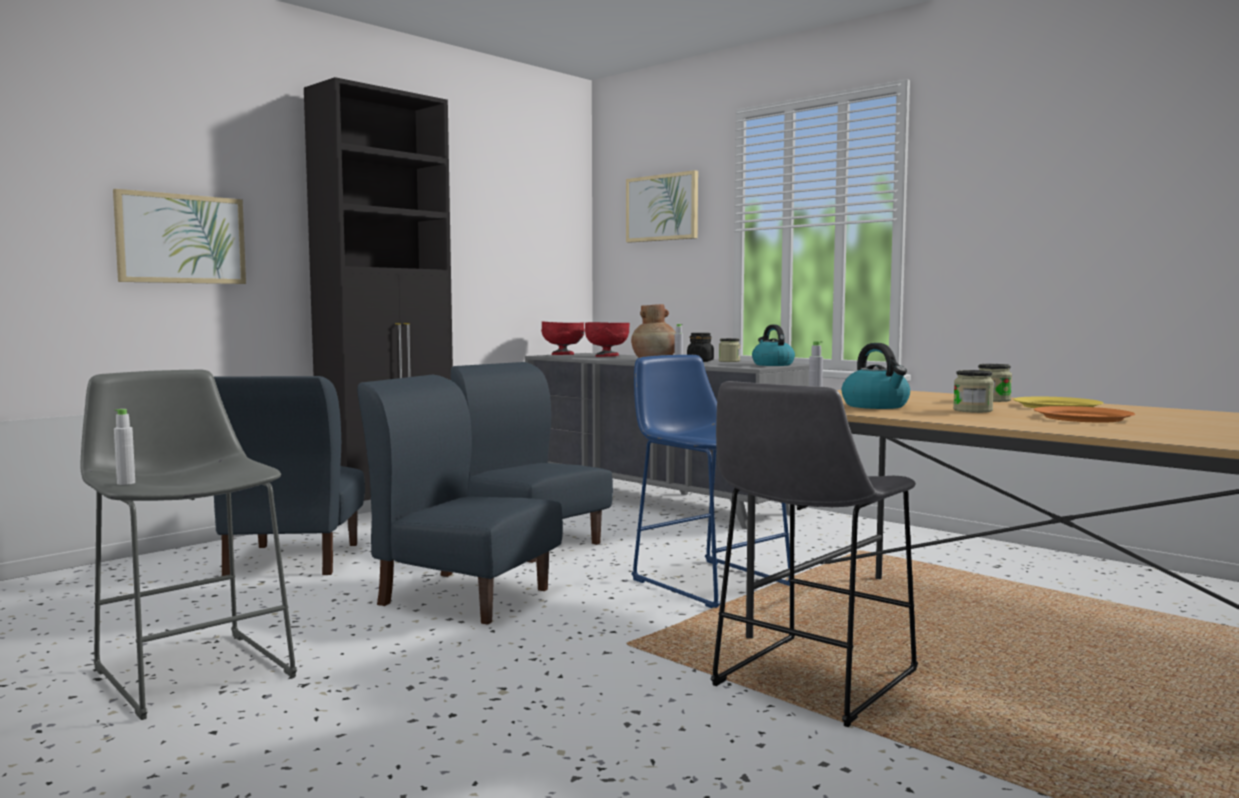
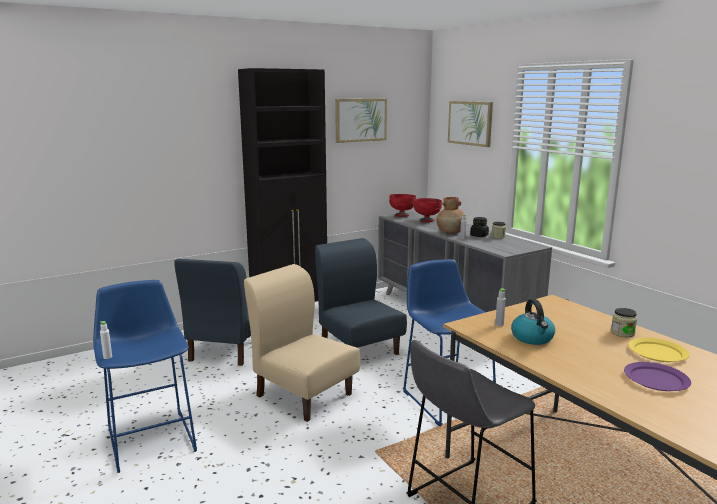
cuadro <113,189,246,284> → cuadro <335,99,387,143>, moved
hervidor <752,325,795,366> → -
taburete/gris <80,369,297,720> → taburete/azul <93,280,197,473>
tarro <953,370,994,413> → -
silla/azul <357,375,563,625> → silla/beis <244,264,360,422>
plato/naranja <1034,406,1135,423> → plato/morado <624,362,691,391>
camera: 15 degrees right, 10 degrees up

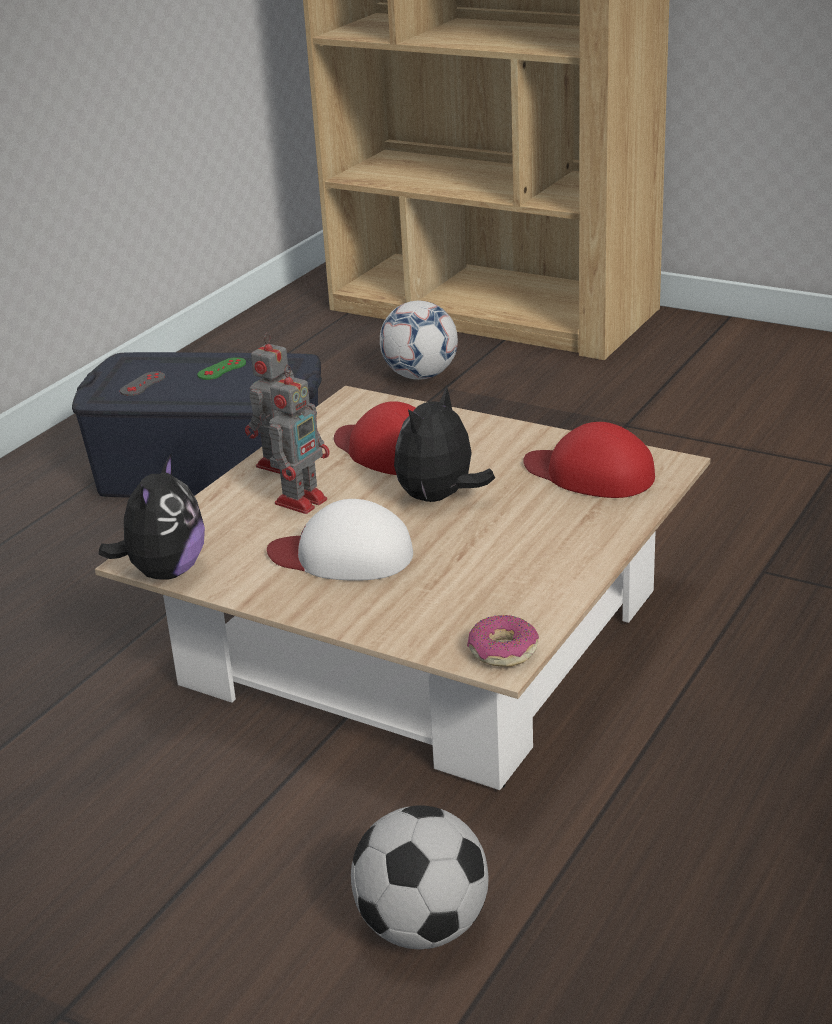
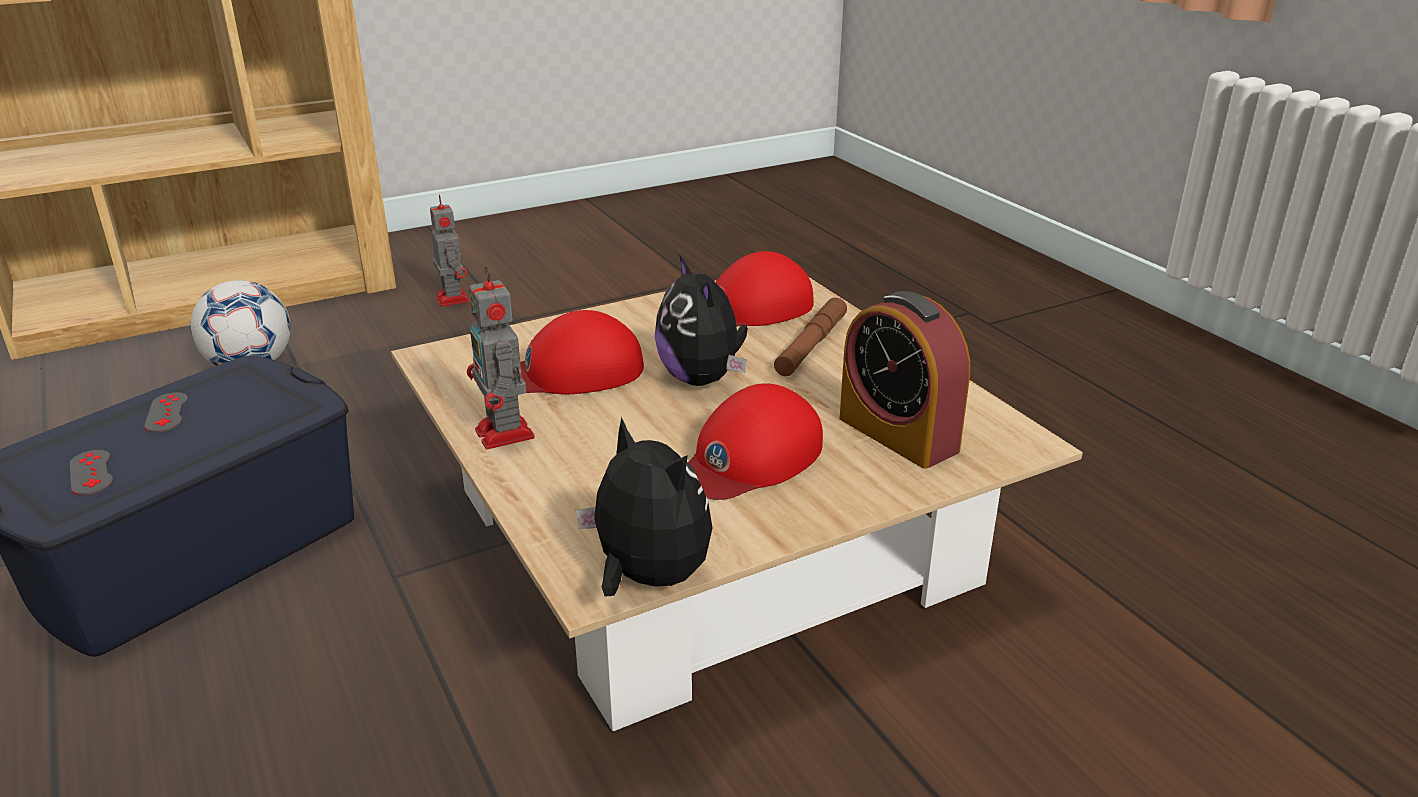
mando de consola/verde <197,357,246,380> → mando de consola/gris <144,392,188,433>
robot de juguete <269,365,330,514> → robot de juguete <430,195,470,307>, moved
gorra/blanco <267,499,413,581> → gorra/rojo <688,383,823,500>
rosquilla <467,615,539,667> → -
balón de fútbol <351,805,488,949> → -
- → despertador <839,291,970,469>
- → linterna/marrón <774,298,847,376>
camera: 60 degrees left, 0 degrees up

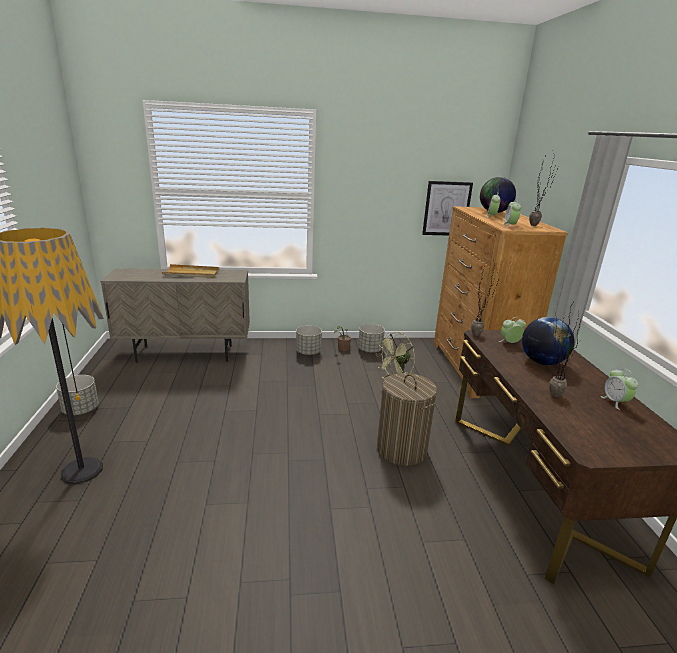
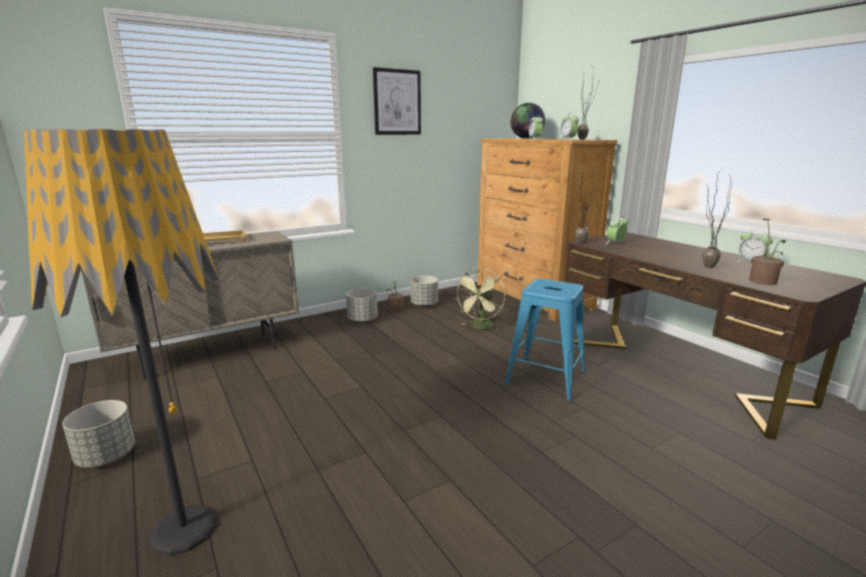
cuadro <422,181,473,236> → cuadro <373,67,421,135>, moved
globo terráqueo <522,317,575,365> → -
cesto de la ropa <377,373,437,466> → taburete/azul <505,279,585,401>
- → planta en maceta <749,218,786,285>
camera: 25 degrees left, 5 degrees down

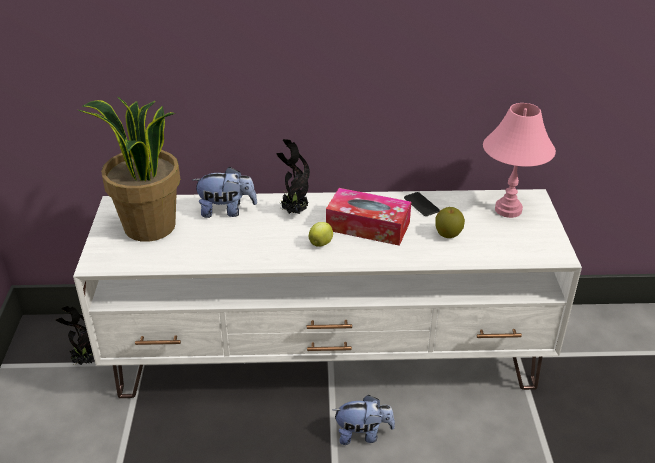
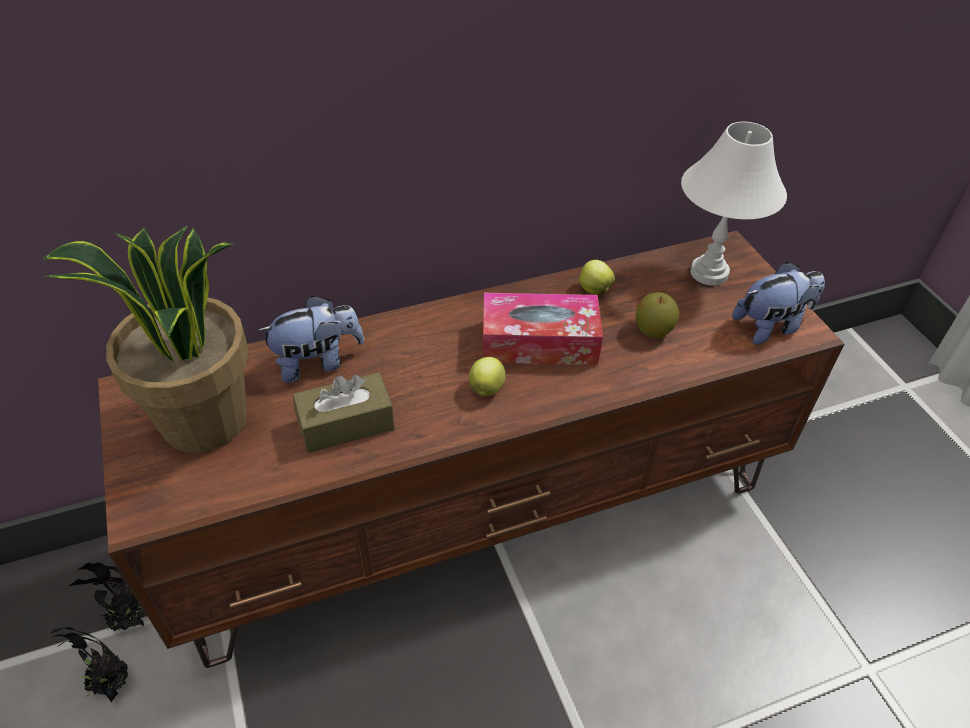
lámpara de mesa/rosa <483,103,556,218> → lámpara de mesa/blanco <681,122,787,286>
planta en maceta <276,139,310,214> → planta en maceta <50,627,129,702>, moved
mueble de televisión/blanco <73,189,582,398> → mueble de televisión/marrón <98,231,844,668>
móvil <404,192,440,216> → manzana <579,260,615,294>
peluche <333,395,395,445> → peluche <732,262,825,345>, moved
- → caja de pañuelos/marrón <293,372,395,453>
camera: 20 degrees left, 10 degrees up

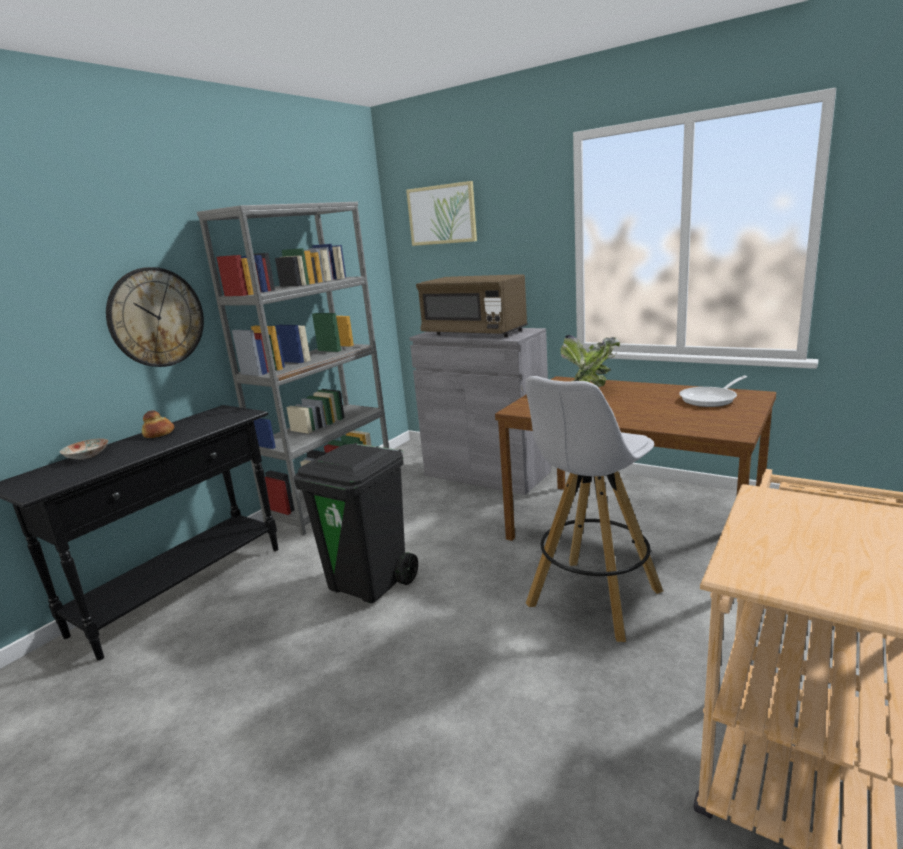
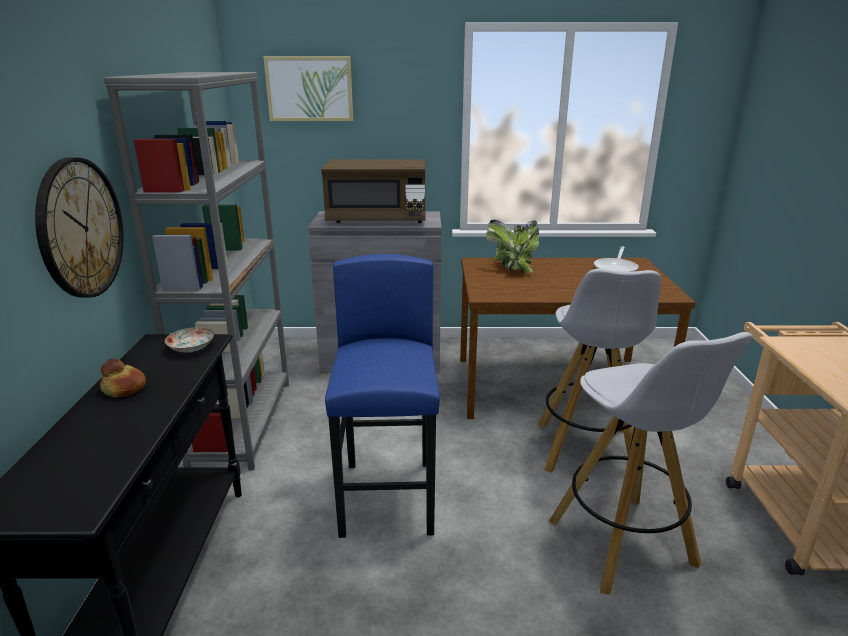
plato <60,438,108,460> → plato <165,327,214,352>, moved
papelera/negro <294,443,418,603> → taburete/azul <325,254,440,538>
- → taburete/blanco <549,332,753,595>
camera: 35 degrees left, 5 degrees up

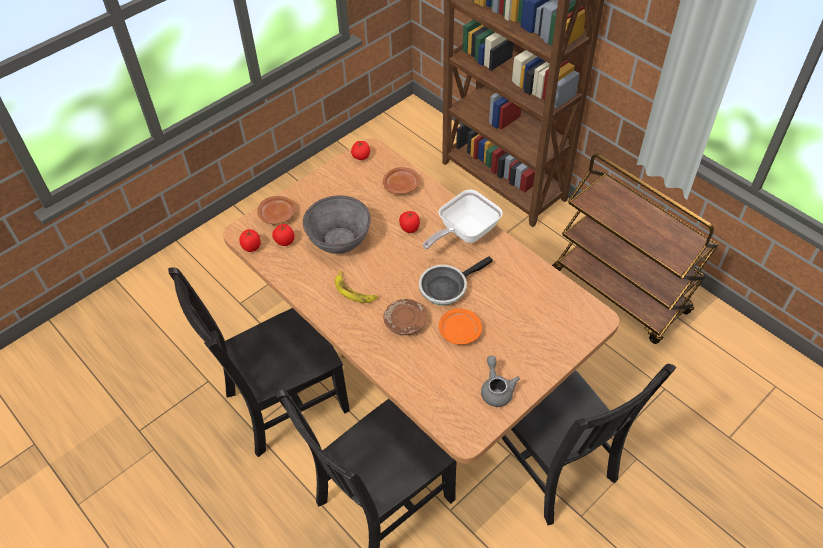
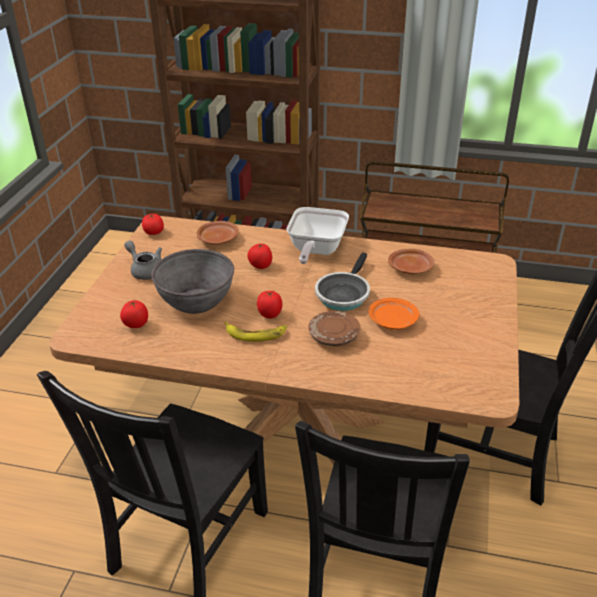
plato/marrón <257,196,296,224> → plato/marrón <388,249,434,274>, moved
tomate <239,229,261,252> → tomate <257,291,282,319>, moved
tetera/gris <481,356,520,407> → tetera/gris <124,241,162,280>, moved
camera: 35 degrees left, 15 degrees down

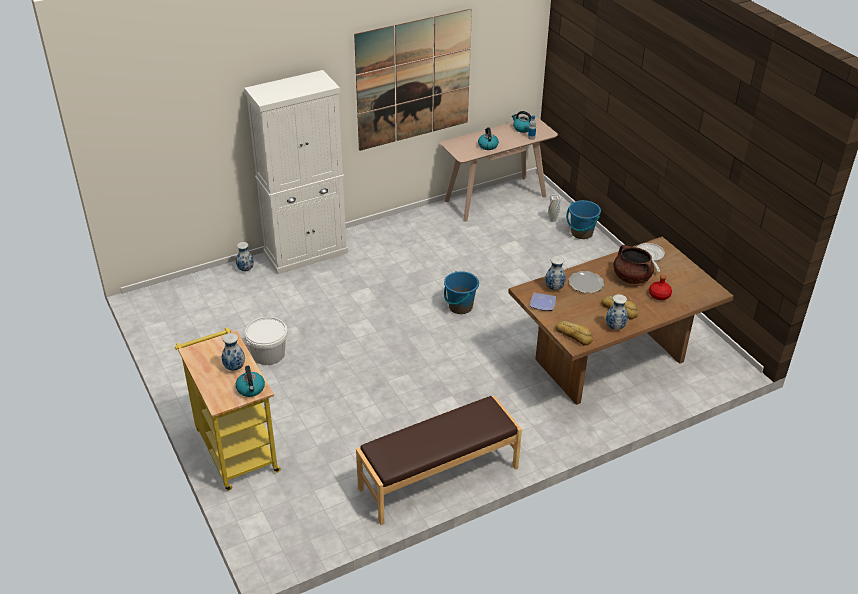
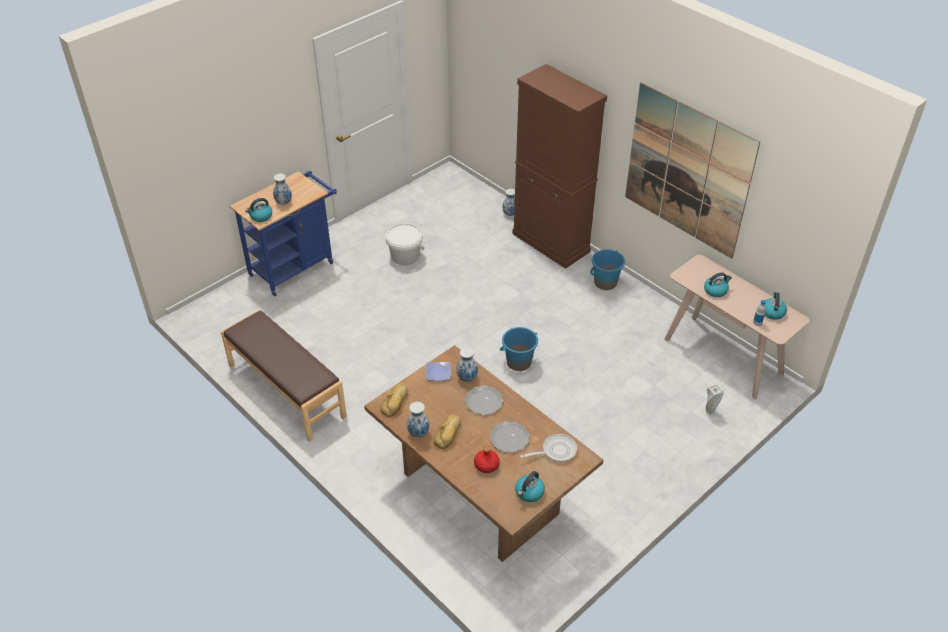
armario/blanco <244,70,348,274> → armario/marrón <512,64,607,269>
cubo/azul <566,200,601,239> → cubo/azul <590,249,625,290>, moved
olla/marrón <613,245,654,284> → plato <490,421,530,453>
carrito/amarillo <175,328,281,491> → carrito/azul <230,171,337,296>
- → hervidor <515,471,545,502>
camera: 75 degrees right, 5 degrees up

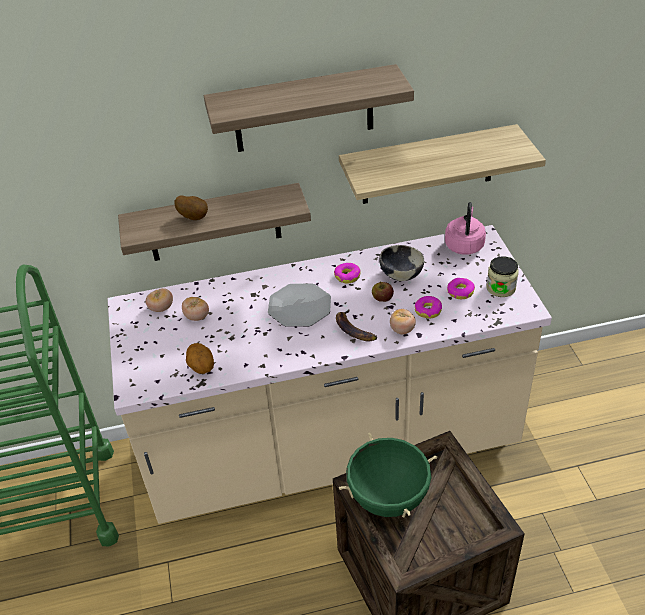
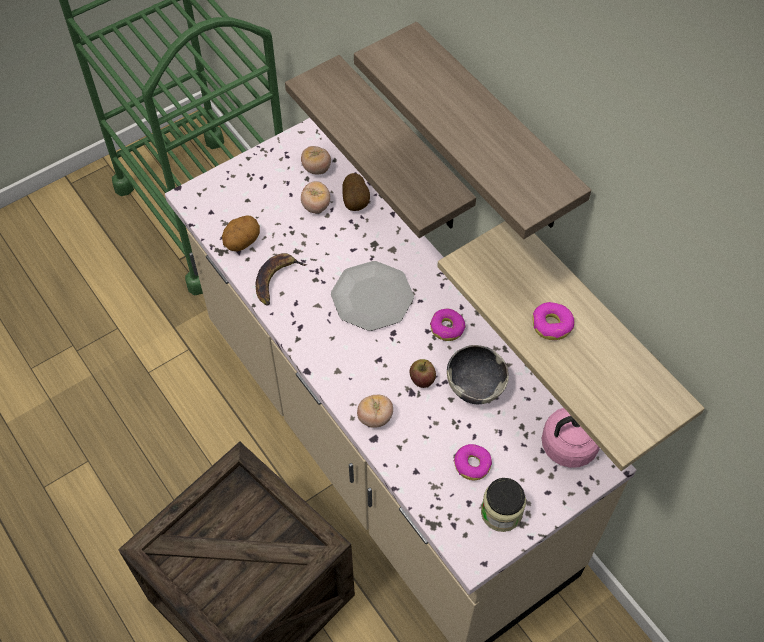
patata <174,195,208,220> → patata <342,173,370,211>, moved
rosquilla <415,296,442,318> → rosquilla <533,302,574,340>, moved
plátano <336,310,377,341> → plátano <256,253,308,306>, moved
olla/verde <339,433,437,518> → -
camera: 65 degrees right, 15 degrees up

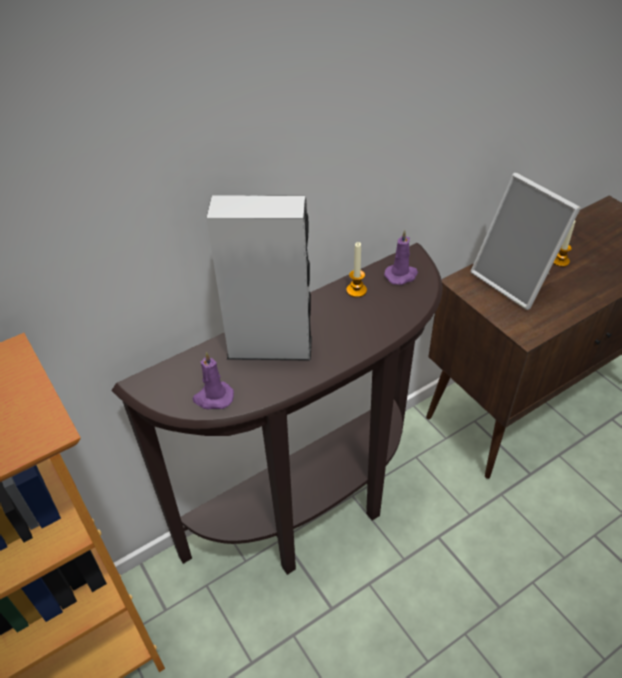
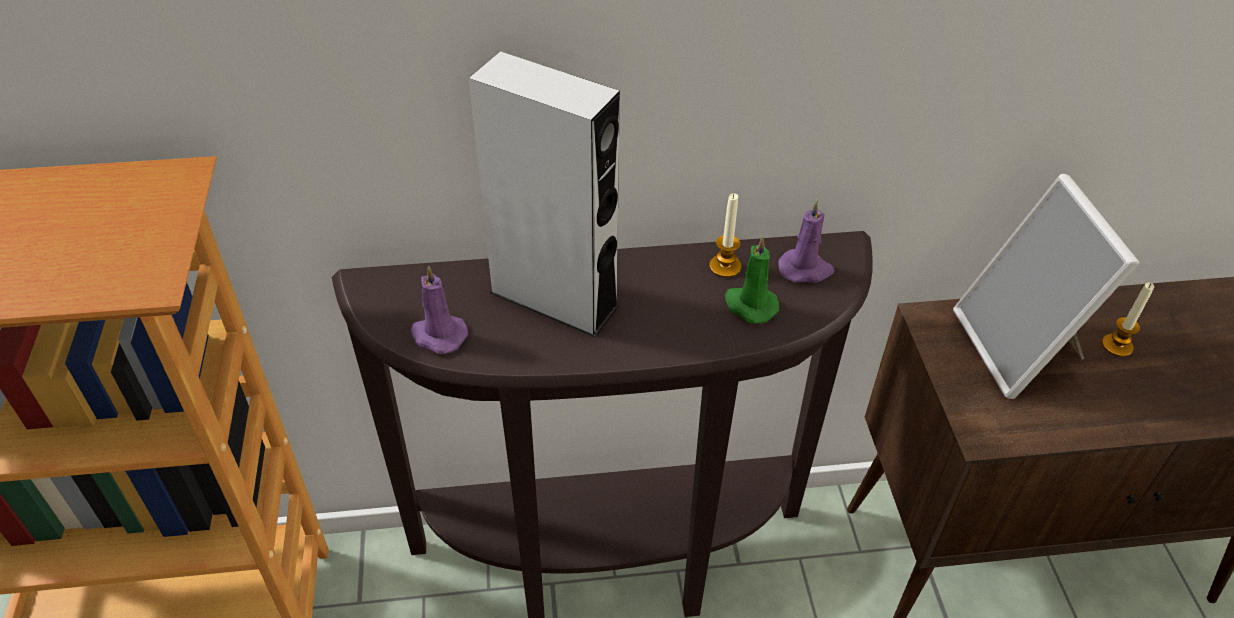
- → vela/verde <725,236,779,324>
camera: 25 degrees right, 0 degrees up

